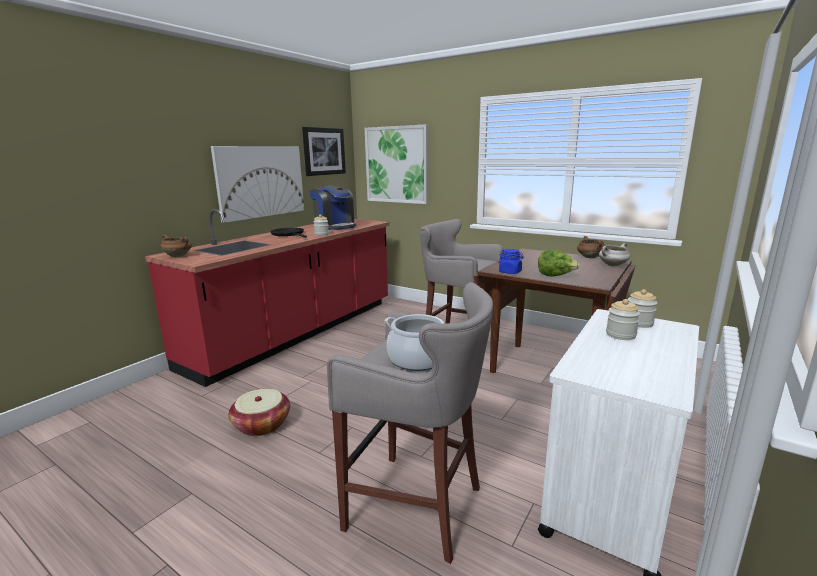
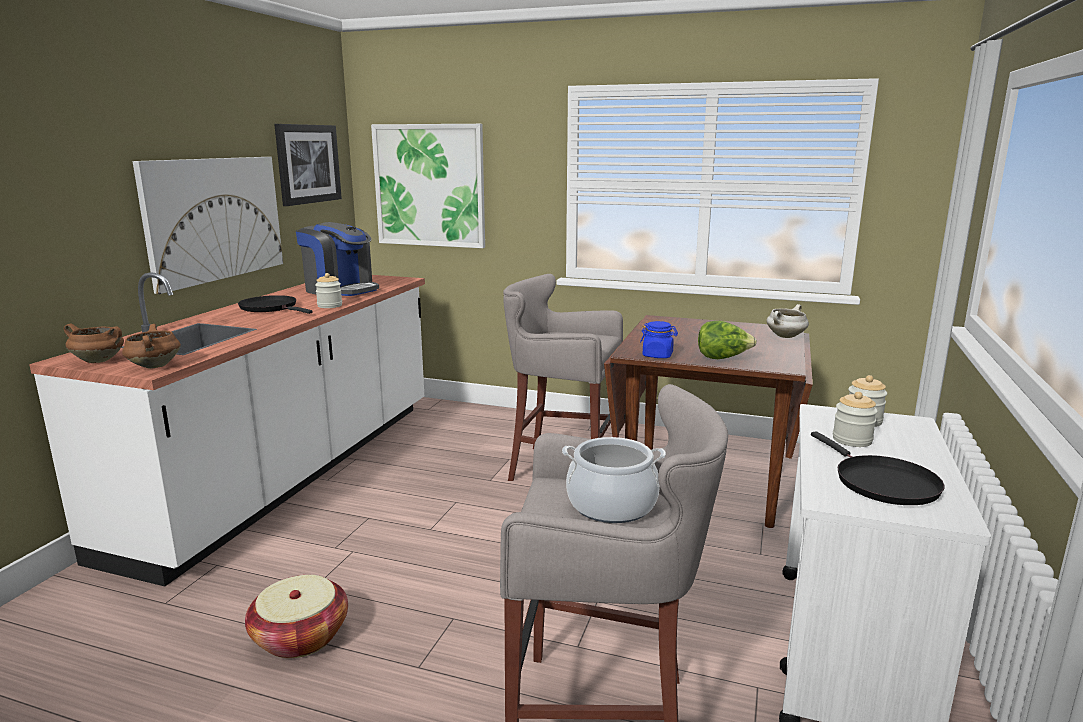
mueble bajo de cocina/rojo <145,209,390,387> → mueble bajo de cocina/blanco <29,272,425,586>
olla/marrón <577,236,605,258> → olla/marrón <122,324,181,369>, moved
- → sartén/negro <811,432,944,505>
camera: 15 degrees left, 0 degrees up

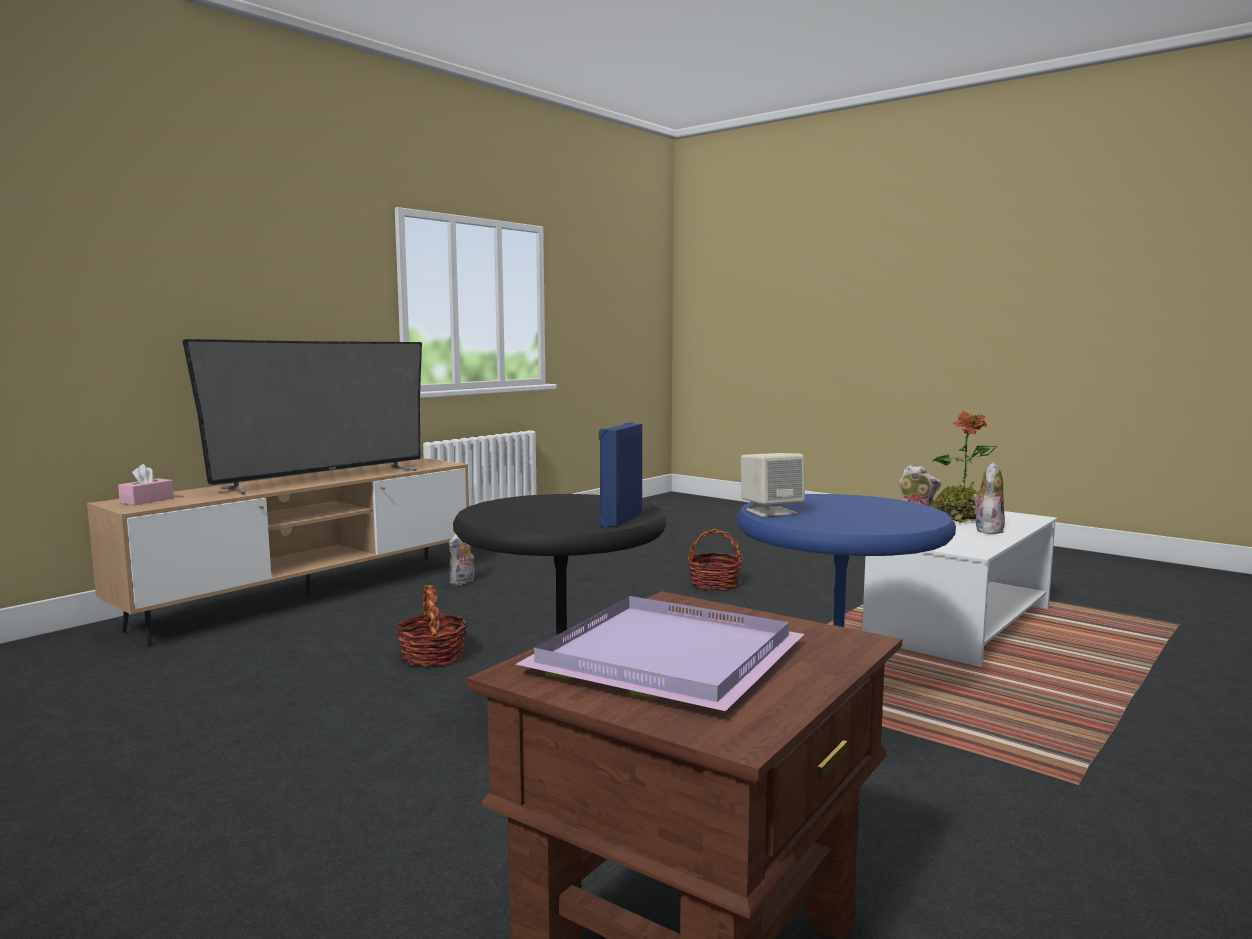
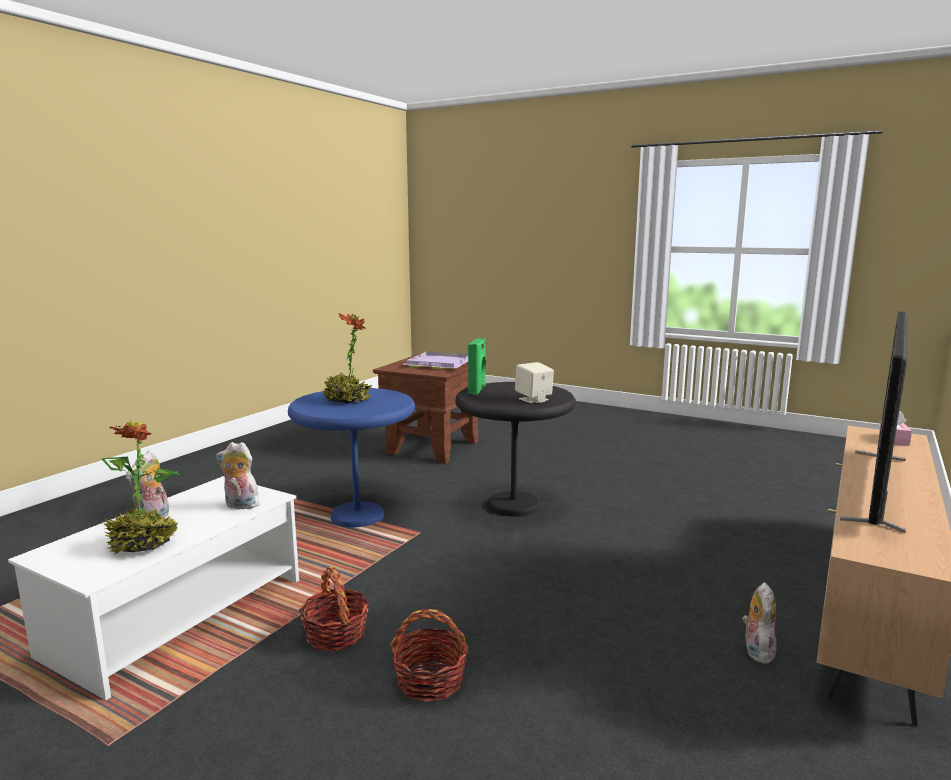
altavoz/azul <599,422,642,527> → altavoz/verde <468,338,486,395>
altavoz/beis <741,453,805,517> → altavoz/beis <515,362,554,403>, moved
cesta <397,585,468,667> → cesta <299,566,369,651>, moved
- → planta en maceta <322,313,372,403>
camera: 170 degrees right, 5 degrees up

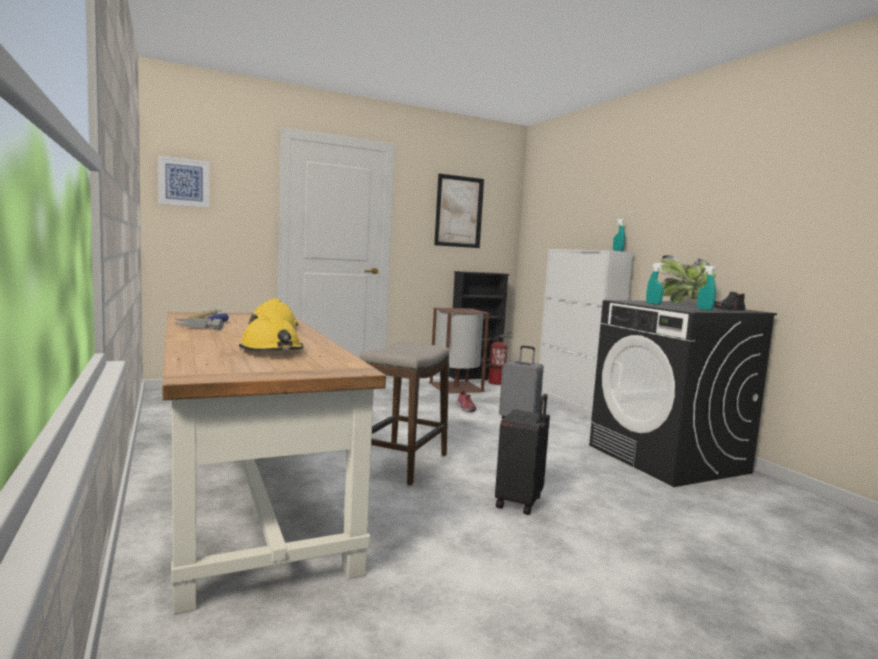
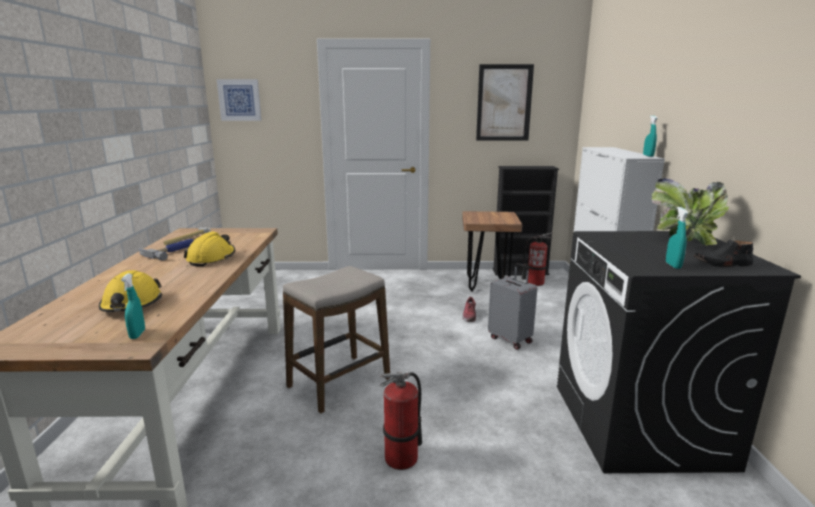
pulverizador/turquesa <646,263,664,305> → pulverizador/turquesa <121,273,145,339>, moved
papelera/marrón <428,308,491,393> → taburete/marrón <462,211,522,292>
maleta/negro <495,394,550,515> → extintor <380,372,422,470>
camera: 25 degrees right, 10 degrees up

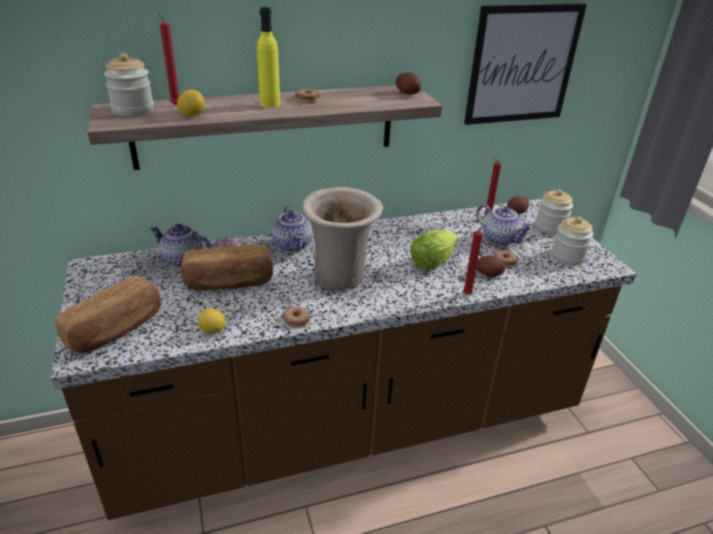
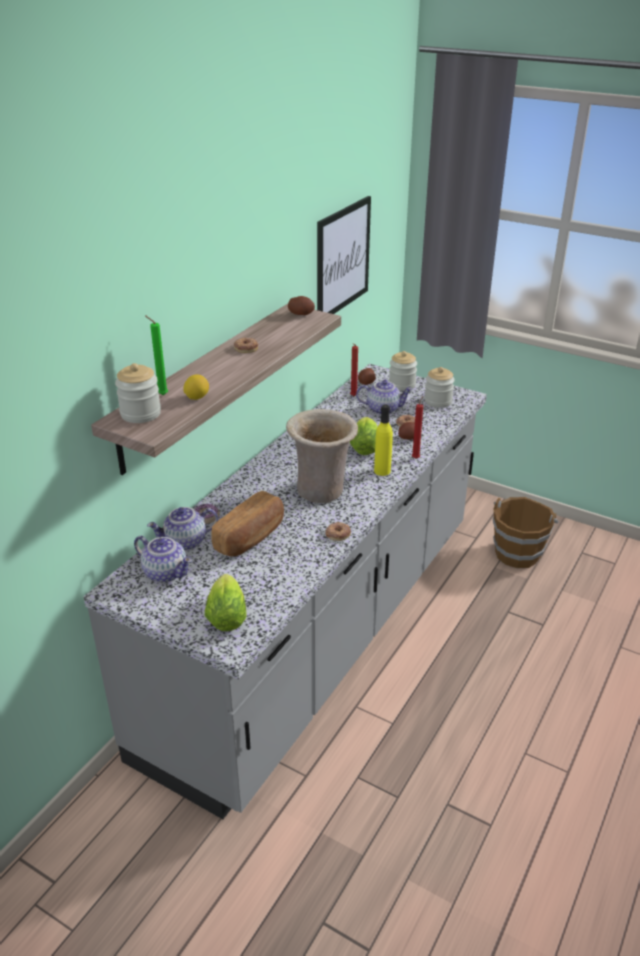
botella/amarillo <257,7,280,108> → botella/amarillo <374,404,393,476>, moved
vela/rojo <159,12,179,105> → vela/verde <145,315,168,395>
mueble bajo de cocina/marrón <51,199,636,520> → mueble bajo de cocina/gris <84,364,487,819>
tetera <272,206,312,252> → tetera <134,536,192,583>, moved
pan <55,276,161,353> → lechuga <205,574,246,631>
limón <198,308,226,334> → -
- → cubo/marrón <493,497,558,568>
camera: 40 degrees left, 0 degrees up

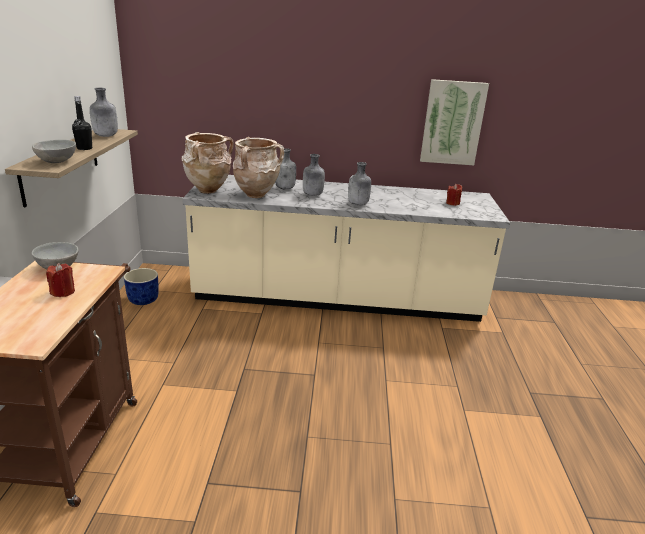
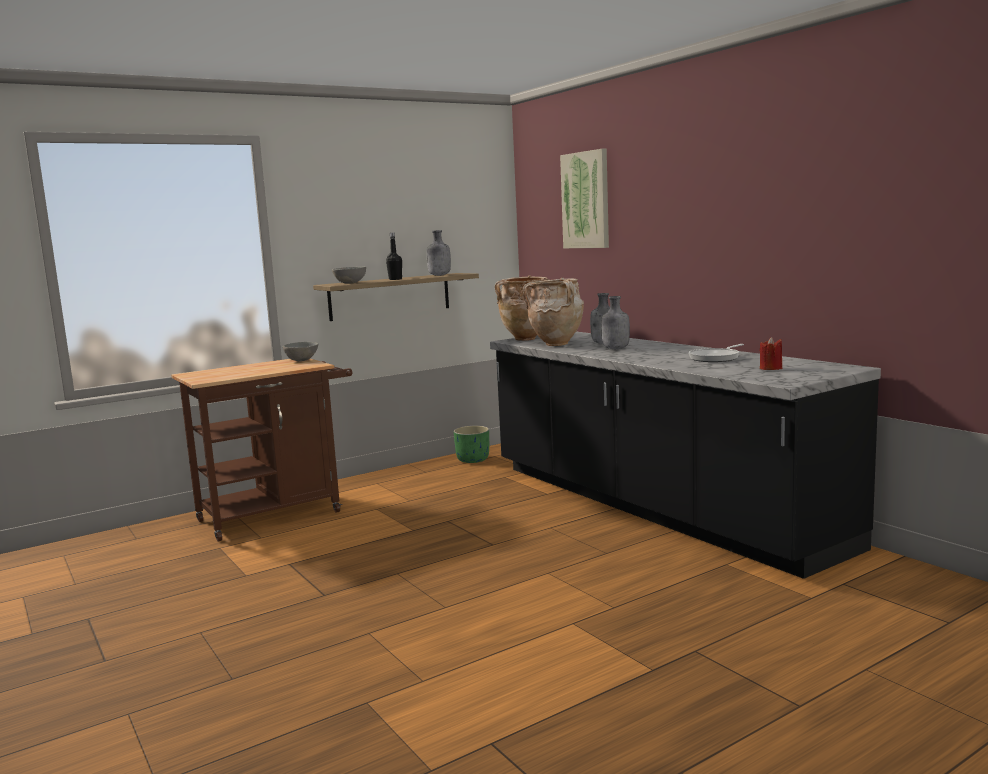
cuadro <420,79,489,165> → cuadro <560,149,609,248>, moved
botella/gris <348,162,371,205> → -
mueble bajo de cocina/beis <182,175,510,322> → mueble bajo de cocina/negro <490,332,881,579>
vela/rojo <46,263,75,297> → -
maceta/azul <124,268,159,305> → maceta/verde <454,426,489,463>
- → sartén <689,344,744,362>
camera: 55 degrees right, 15 degrees down

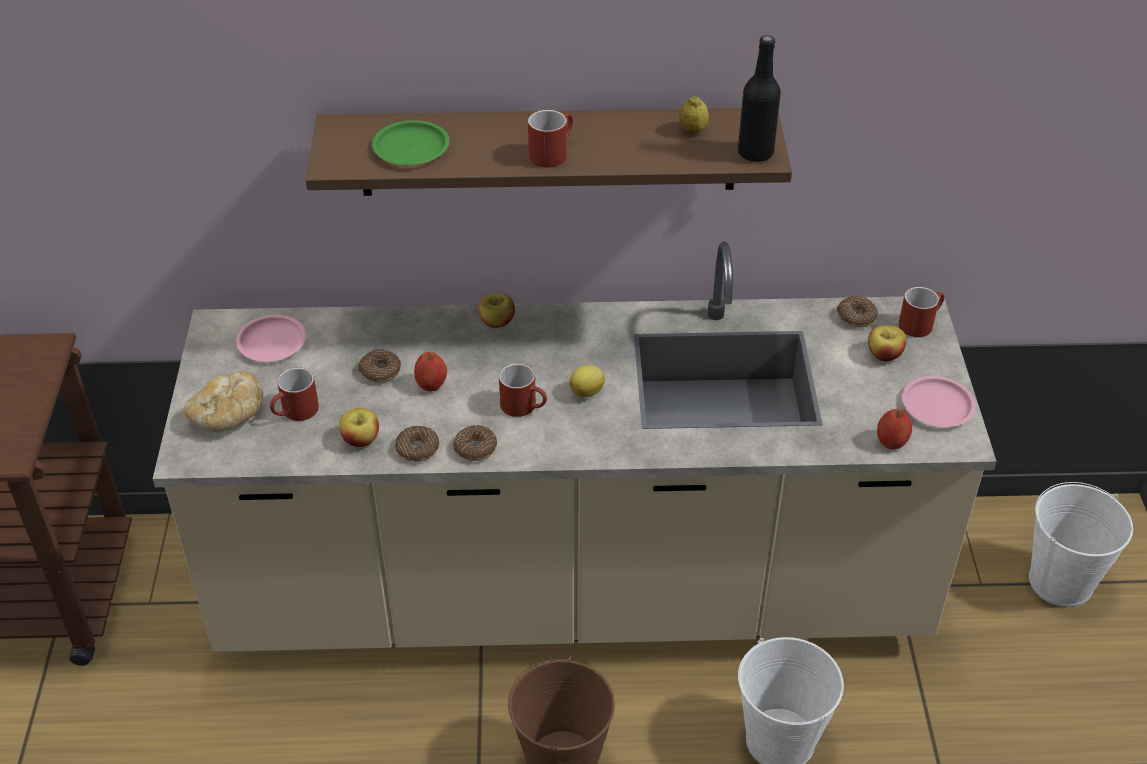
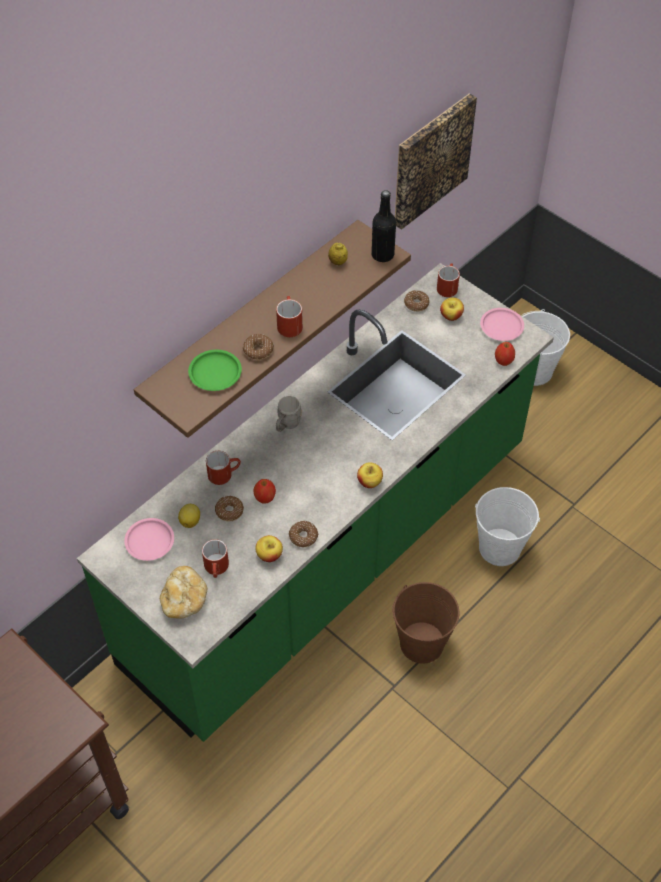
mueble bajo de cocina/beis <153,242,997,652> → mueble bajo de cocina/verde <77,263,554,742>
manzana <478,293,515,328> → manzana <357,462,383,488>, moved
taza grande/rojo <499,363,547,417> → taza grande/rojo <206,451,241,485>, moved
limón <569,365,605,398> → limón <178,504,200,528>, moved
rosquilla <453,425,497,461> → rosquilla <243,334,274,360>, moved
- → cuadro <395,93,477,230>
- → taza grande/gris <276,396,302,432>
camera: 45 degrees left, 10 degrees up

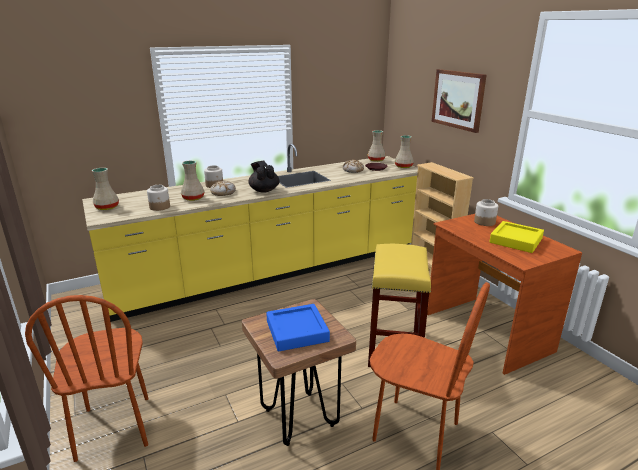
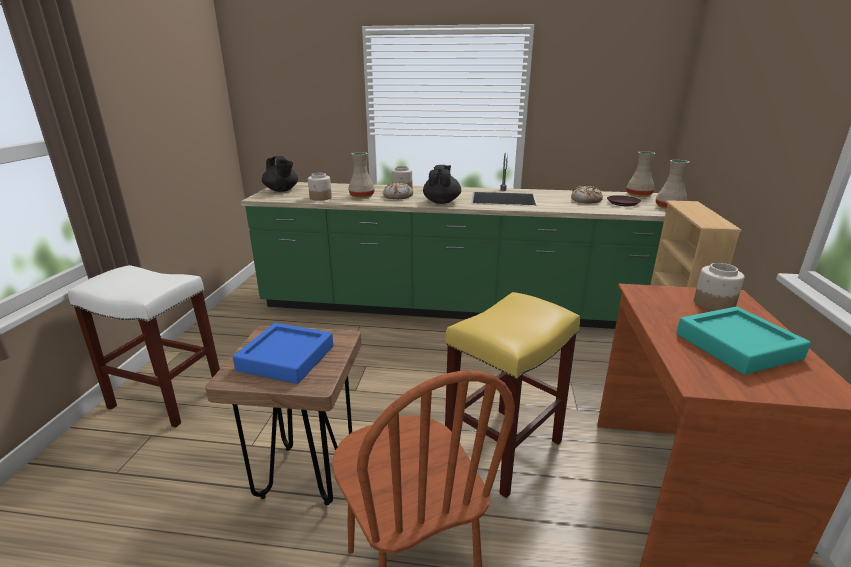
cuadro <432,69,487,133> → -
mueble bajo de cocina/amarillo <82,144,418,322> → mueble bajo de cocina/verde <240,153,666,329>
florero/beis <92,168,119,210> → tetera/negro <262,156,298,192>
bandeja/amarillo <489,221,544,253> → bandeja/turquesa <676,306,811,375>
silla/marrón <25,295,149,462> → taburete/blanco <68,265,220,427>
camera: 35 degrees right, 0 degrees up

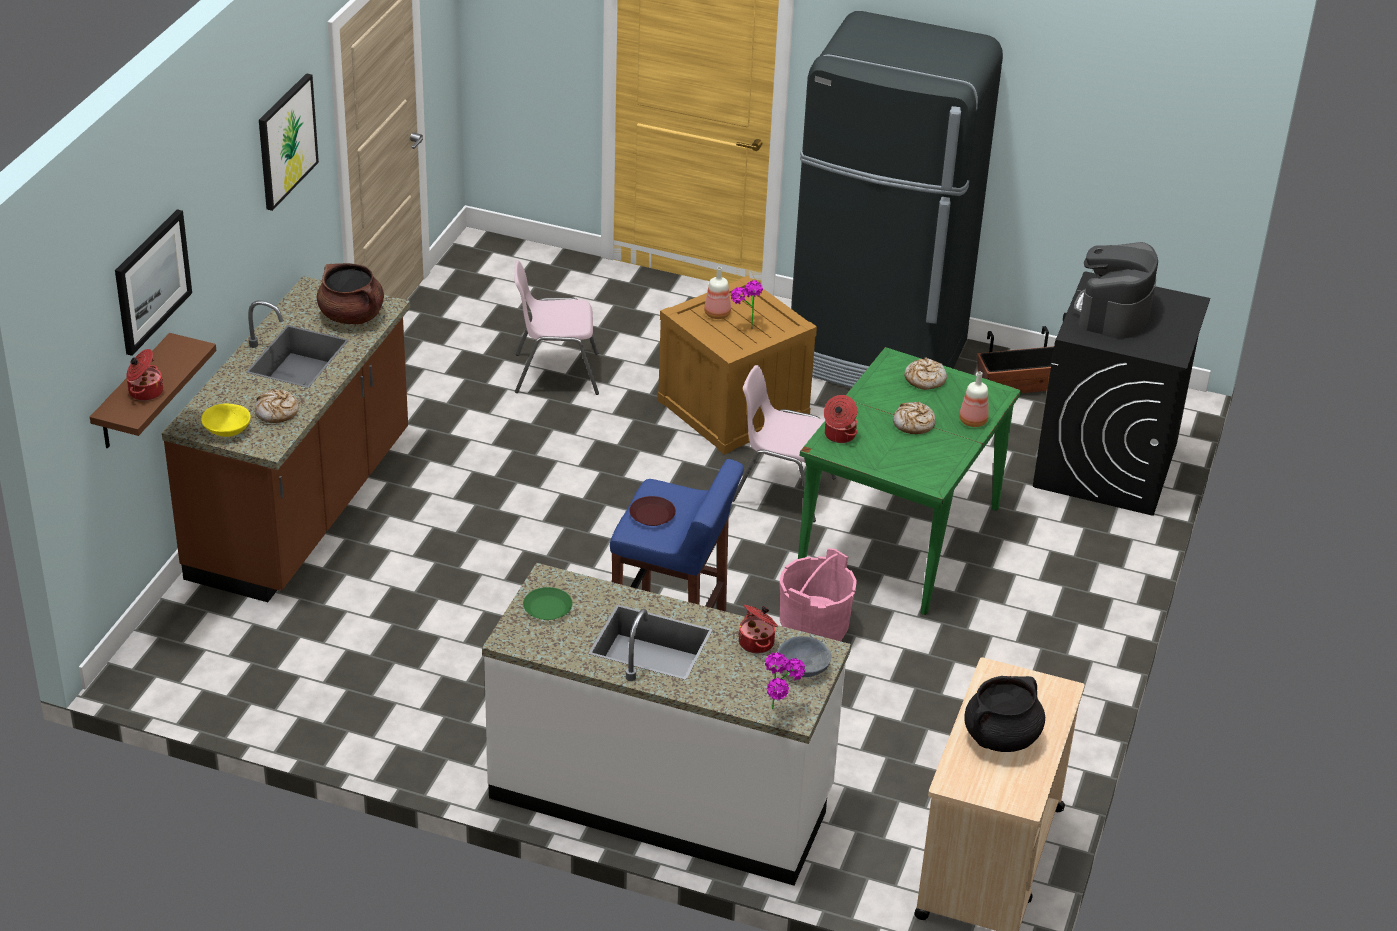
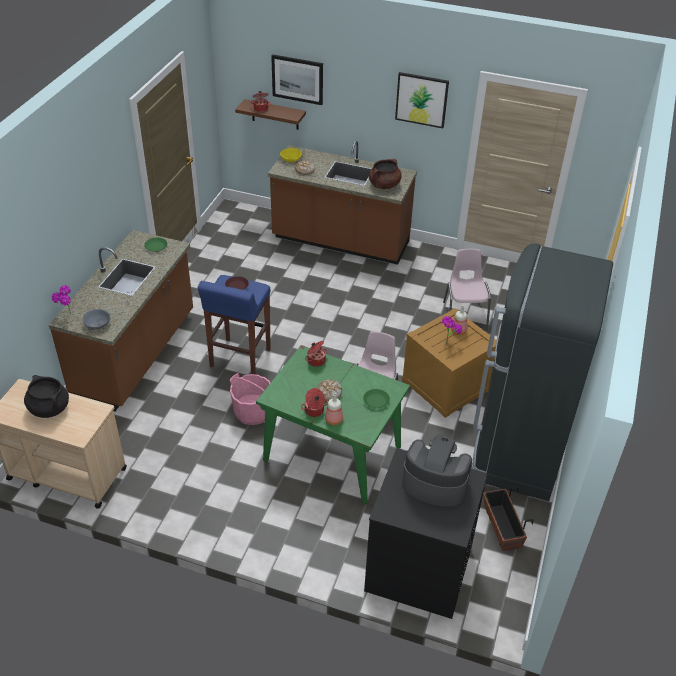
pan <904,357,947,390> → plato/verde <363,389,390,409>
mueble bajo de cocina/blanco <482,563,851,886> → mueble bajo de cocina/marrón <49,230,193,412>
olla <738,605,778,654> → olla <301,388,328,417>, moved
camera: 90 degrees right, 5 degrees up

